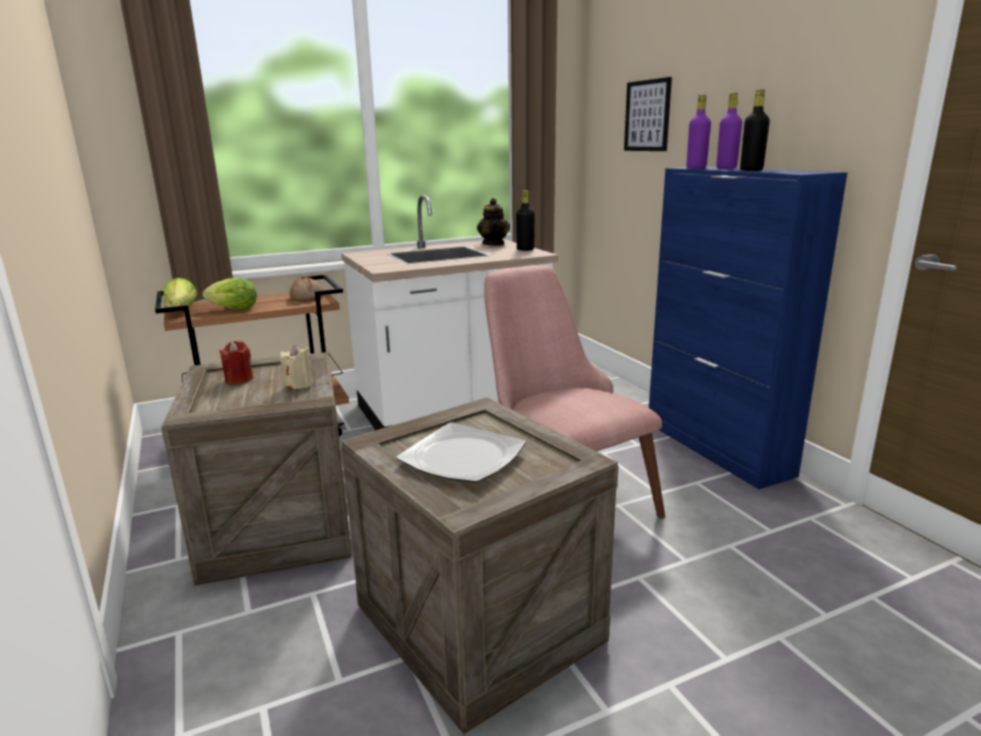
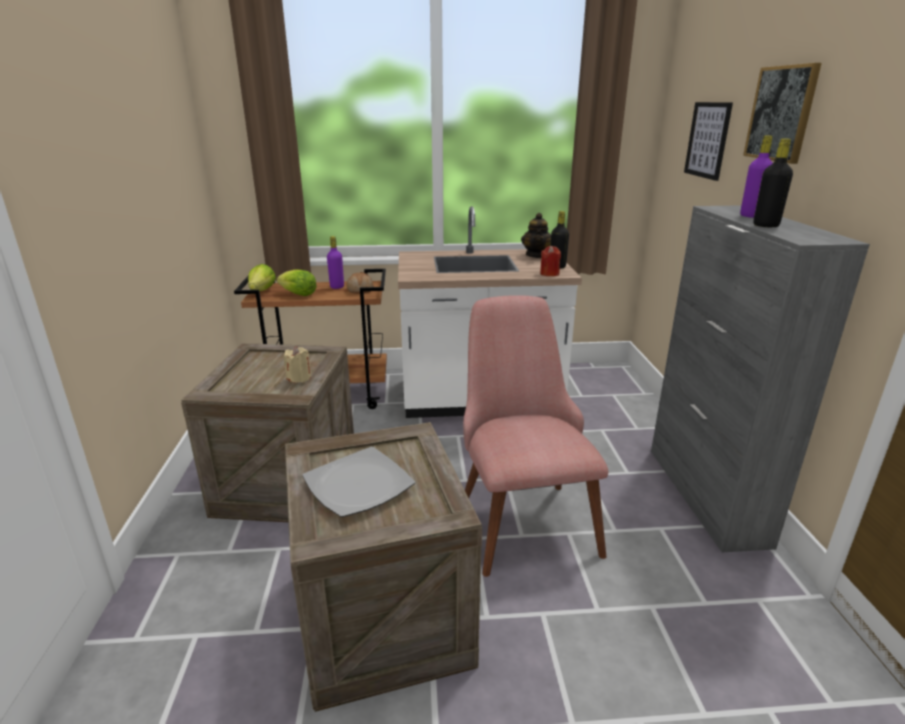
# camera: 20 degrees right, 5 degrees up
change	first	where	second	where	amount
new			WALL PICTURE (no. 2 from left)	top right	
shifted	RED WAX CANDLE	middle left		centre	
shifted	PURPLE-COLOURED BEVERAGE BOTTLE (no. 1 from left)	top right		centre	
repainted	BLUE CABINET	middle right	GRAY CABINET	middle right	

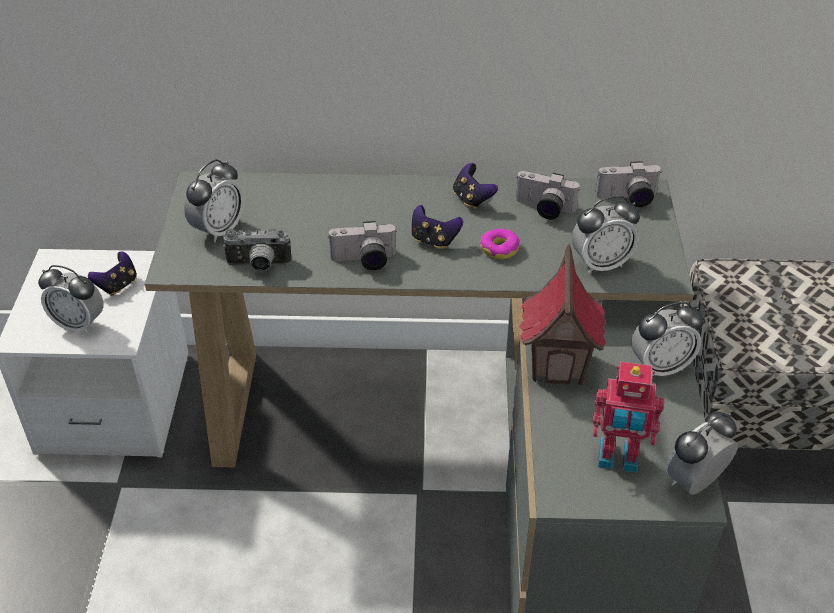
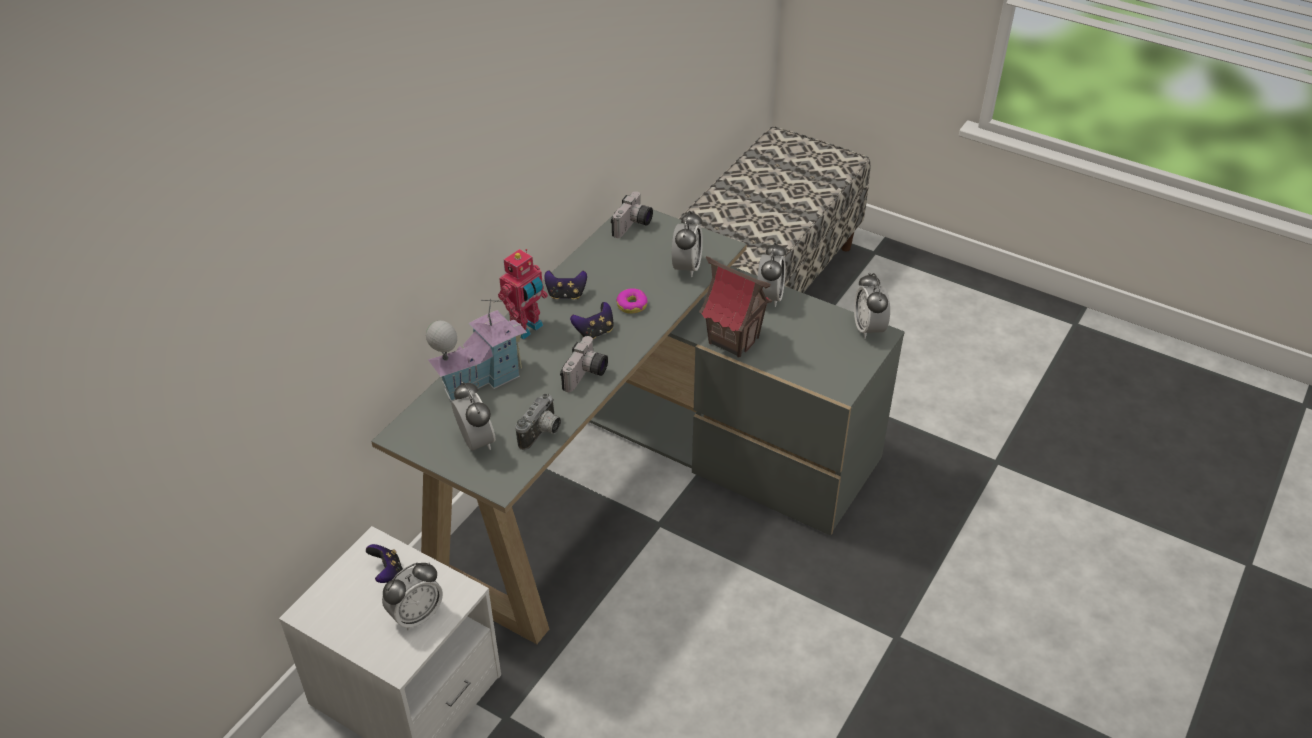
# camera: 60 degrees left, 0 degrees up
change	first	where	second	where	amount
gone	STILL CAMERA (no. 3 from left)	top centre			
new			MINIATURE HOUSE (no. 1 from left)	centre	
shifted	TOY ROBOT	bottom right		centre	

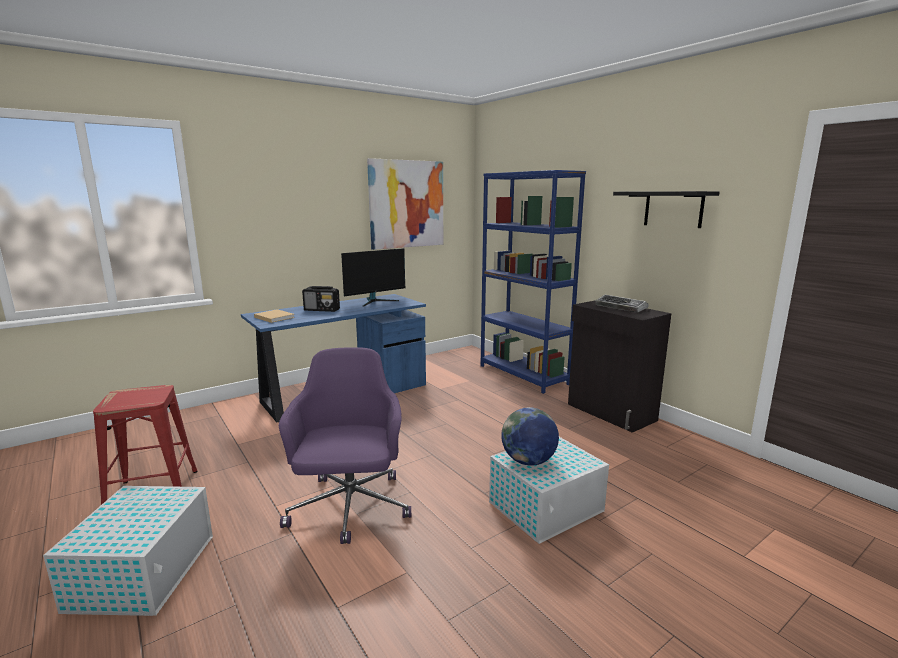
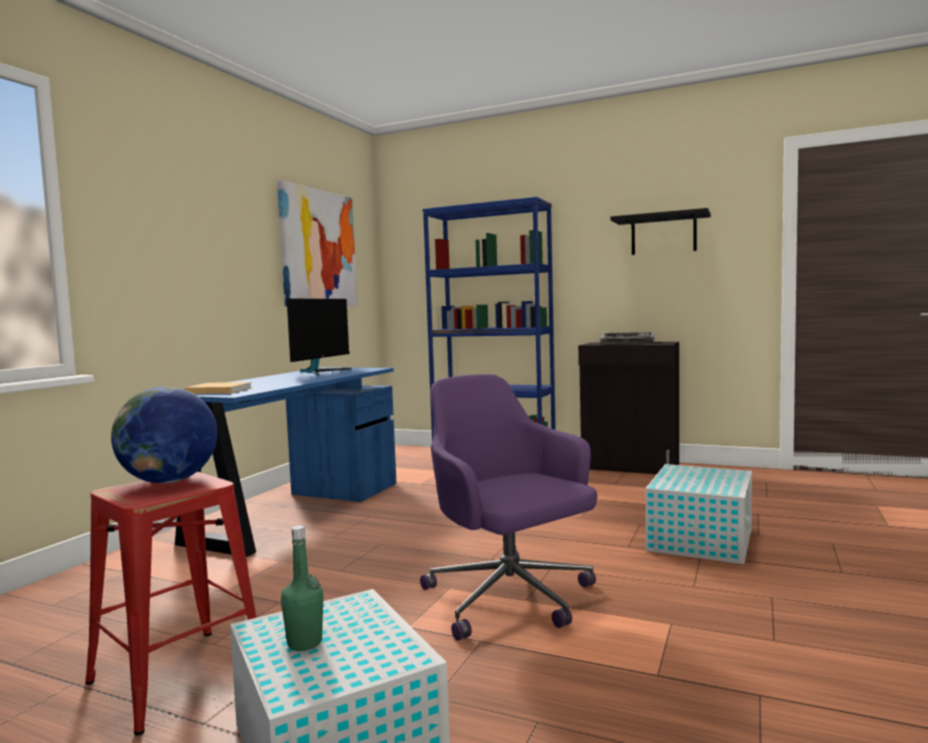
# camera: 30 degrees left, 10 degrees down
change	first	where	second	where	amount
gone	RADIO SET	centre			
new			GREENISH BEVERAGE BOTTLE	bottom left	
shifted	DESK GLOBE	centre		middle left	

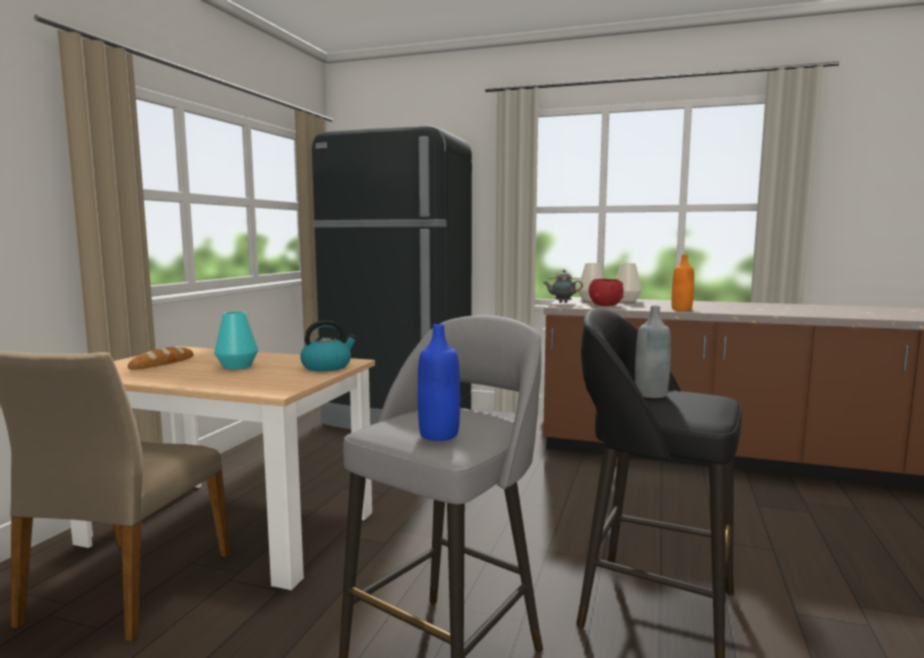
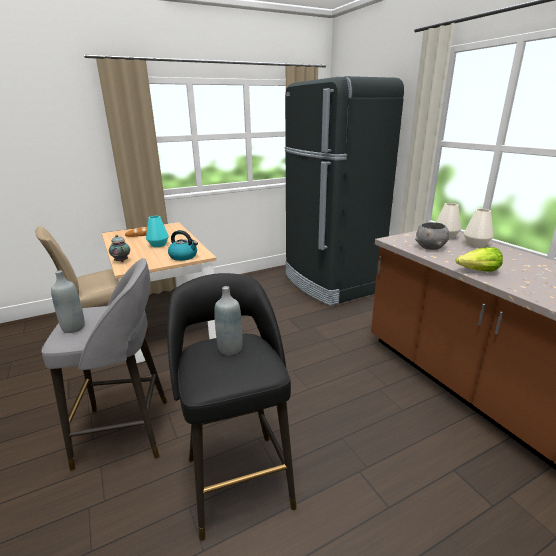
# camera: 45 degrees right, 15 degrees up
change	first	where	second	where	amount
shifted	TEA POT	centre		middle left	
swapped	ORANGEY BEVERAGE BOTTLE	middle right	LETTUCE	middle right	
repainted	BLUE BEVERAGE BOTTLE	centre	GRAY BEVERAGE BOTTLE (no. 1 from left)	middle left	
repainted	RED BOWL	centre	GRAY BOWL	middle right	

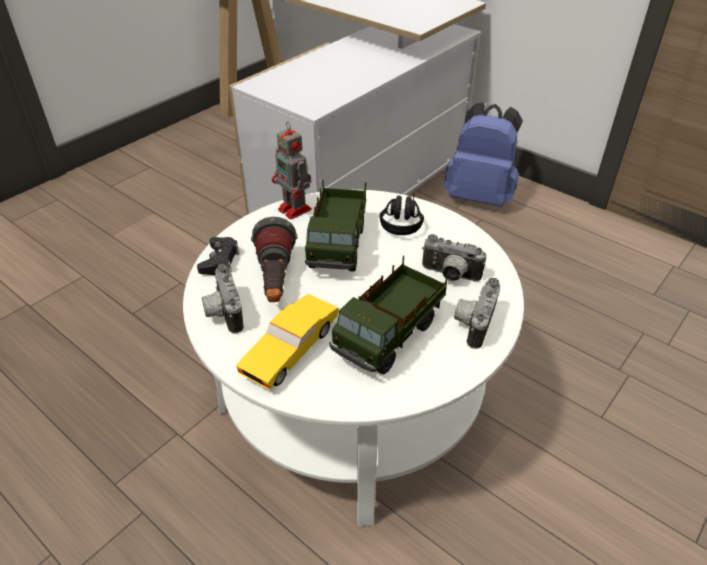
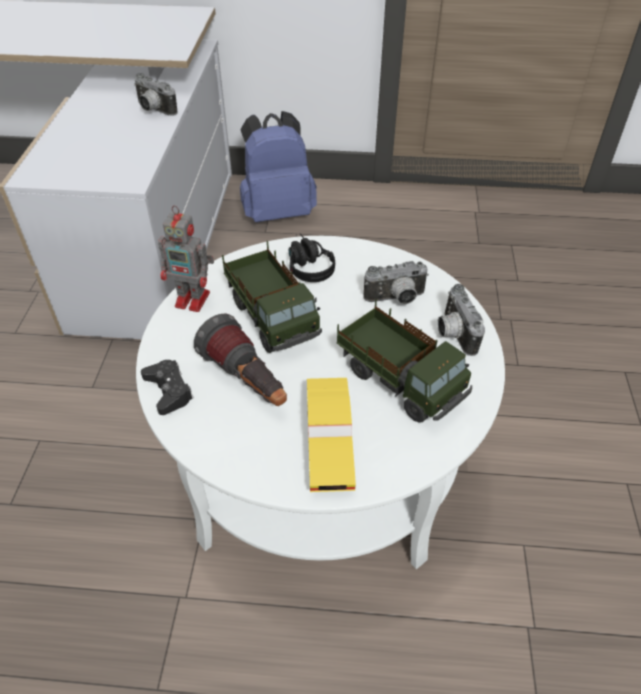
# camera: 35 degrees left, 5 degrees up
change	first	where	second	where	amount
shifted	STILL CAMERA (no. 1 from left)	middle left		top left	
rotated	TOY TRUCK (no. 2 from left)	centre		centre	45 degrees counterclockwise

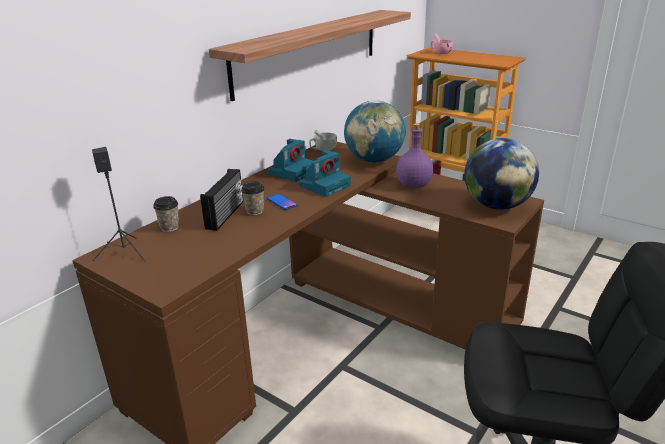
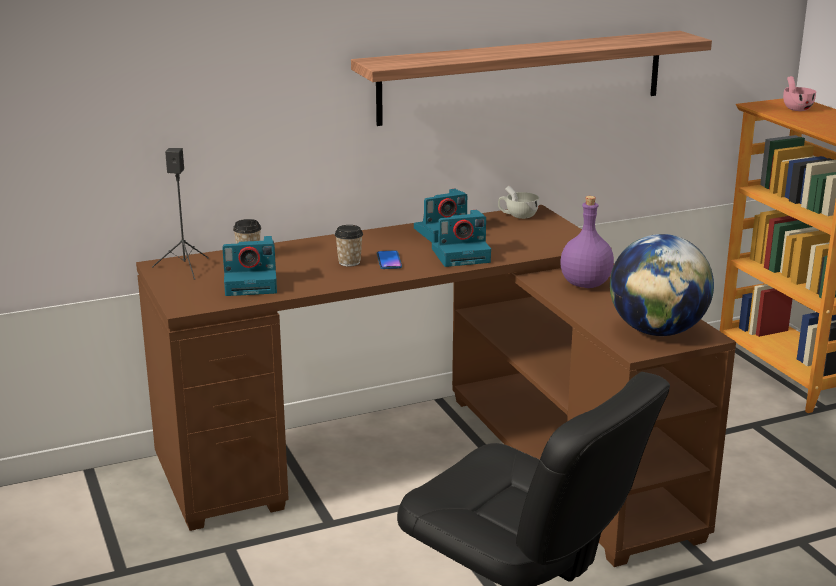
# camera: 30 degrees right, 5 degrees down
change	first	where	second	where	amount
gone	RADIO SET	centre			
gone	DESK GLOBE (no. 1 from left)	top centre			
new			STILL CAMERA (no. 1 from left)	middle left	

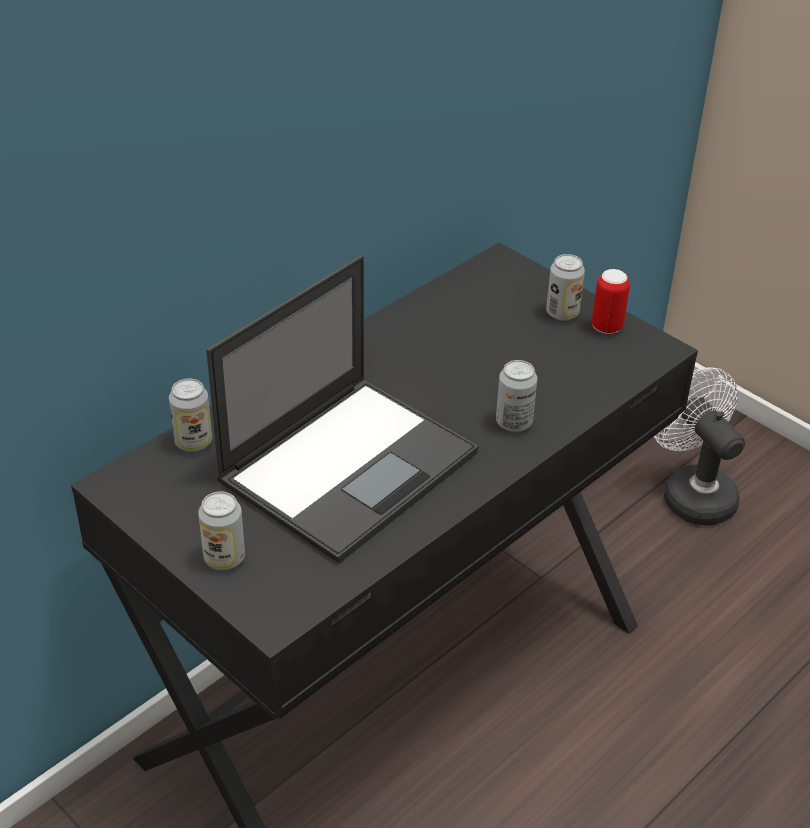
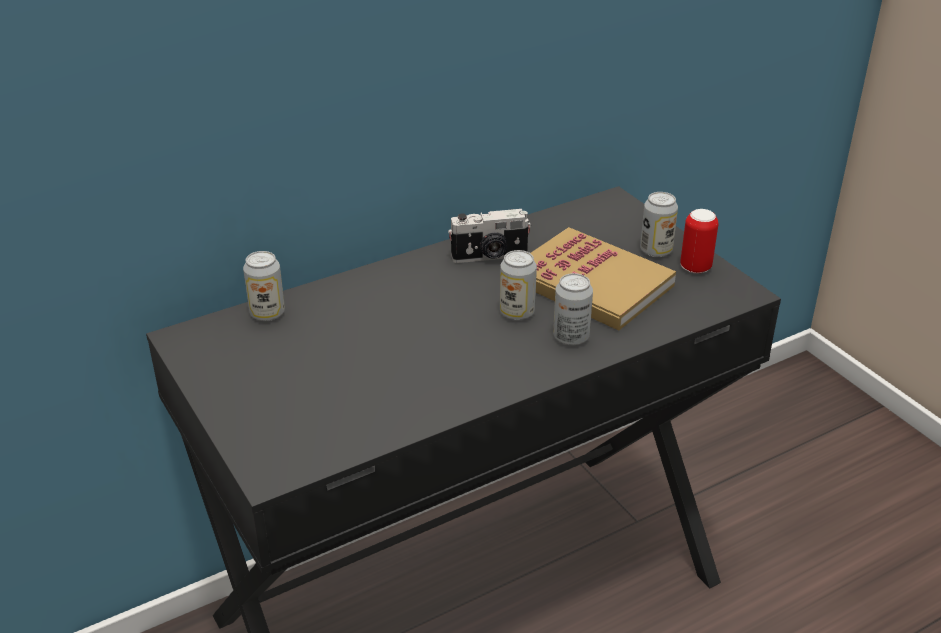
# camera: 15 degrees right, 5 degrees down
change	first	where	second	where	amount
gone	LAPTOP	centre			
gone	WHITE-COLOURED COOLING FAN	middle right			
new			STILL CAMERA	centre	
new			BOUND BOOK	centre	
shifted	CAN (no. 2 from left)	middle left		centre	

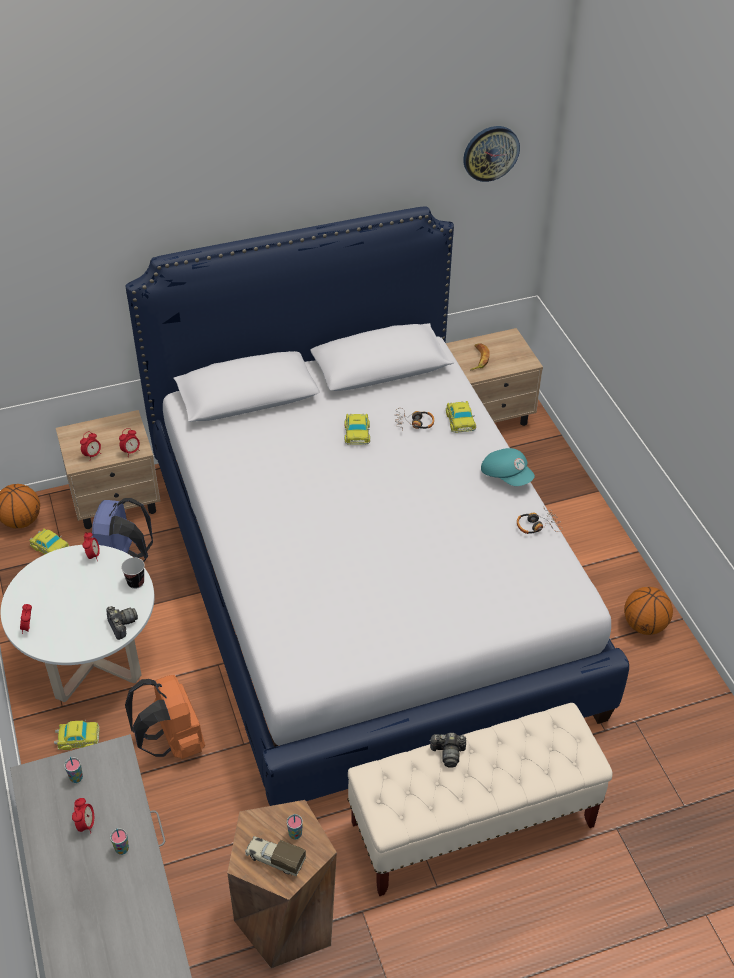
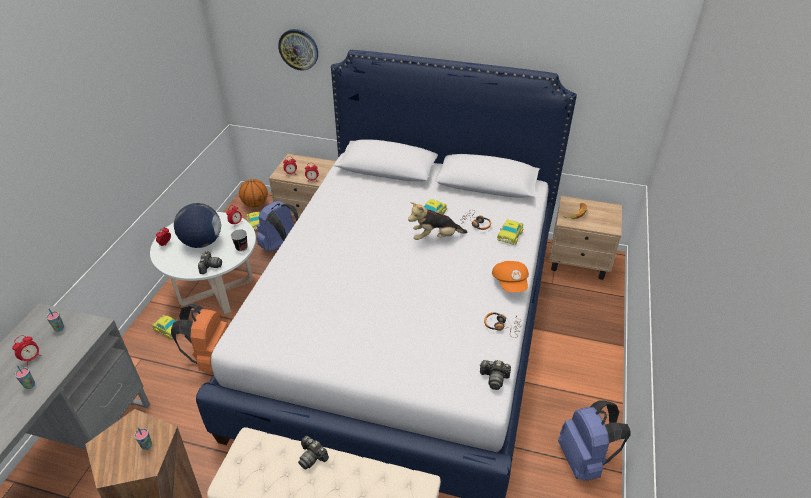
# camera: 35 degrees right, 5 degrees down
change	first	where	second	where	amount
gone	TOY TRUCK	bottom centre			
new			DESK GLOBE	middle left	
new			SOFT TOY	centre	
new			STILL CAMERA (no. 3 from left)	bottom centre	
shifted	HANGING CLOCK	top right		top centre	
swapped	BALL FOR BASKETBALL (no. 2 from left)	middle right	BLUE KNAPSACK (no. 2 from left)	bottom right	
repainted	TURQUOISE-COLOURED BASEBALL CAP	middle right	ORANGEY BASEBALL CAP	centre	

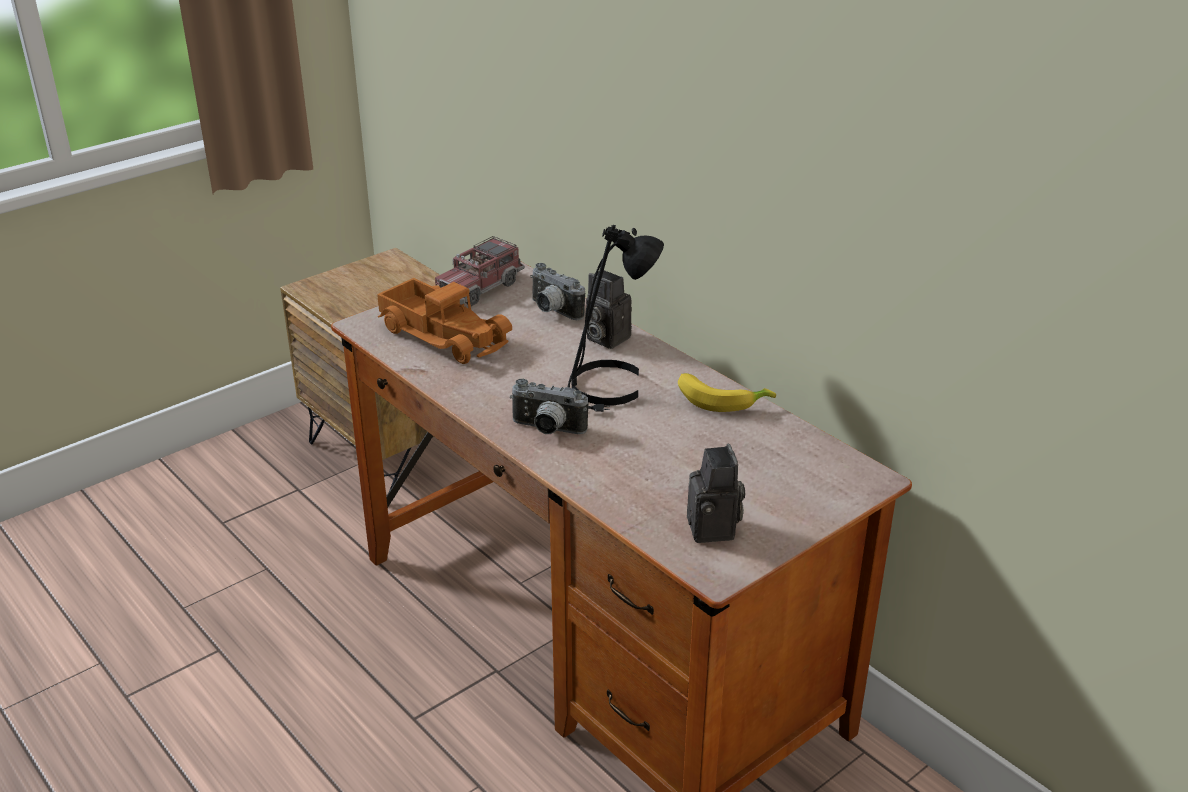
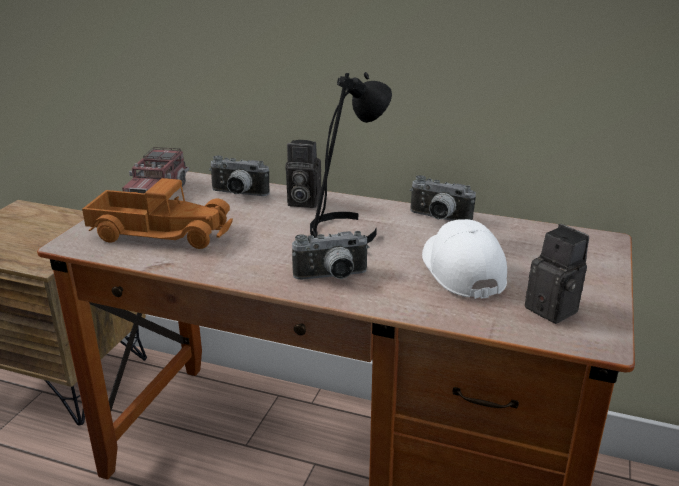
# camera: 30 degrees left, 5 degrees down
change	first	where	second	where	amount
new			WHITE-COLOURED BASEBALL CAP	middle right	
swapped	WHOLE BANANA	centre	STILL CAMERA (no. 4 from left)	centre	

